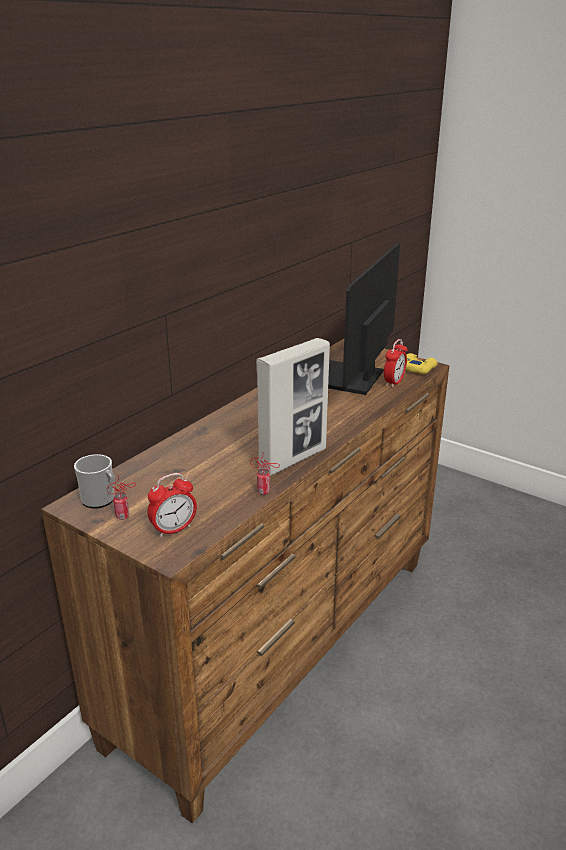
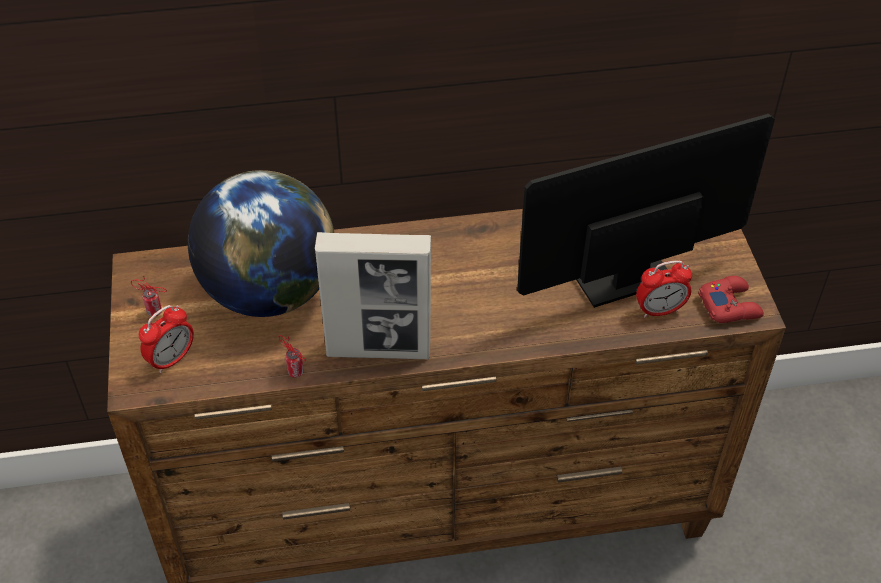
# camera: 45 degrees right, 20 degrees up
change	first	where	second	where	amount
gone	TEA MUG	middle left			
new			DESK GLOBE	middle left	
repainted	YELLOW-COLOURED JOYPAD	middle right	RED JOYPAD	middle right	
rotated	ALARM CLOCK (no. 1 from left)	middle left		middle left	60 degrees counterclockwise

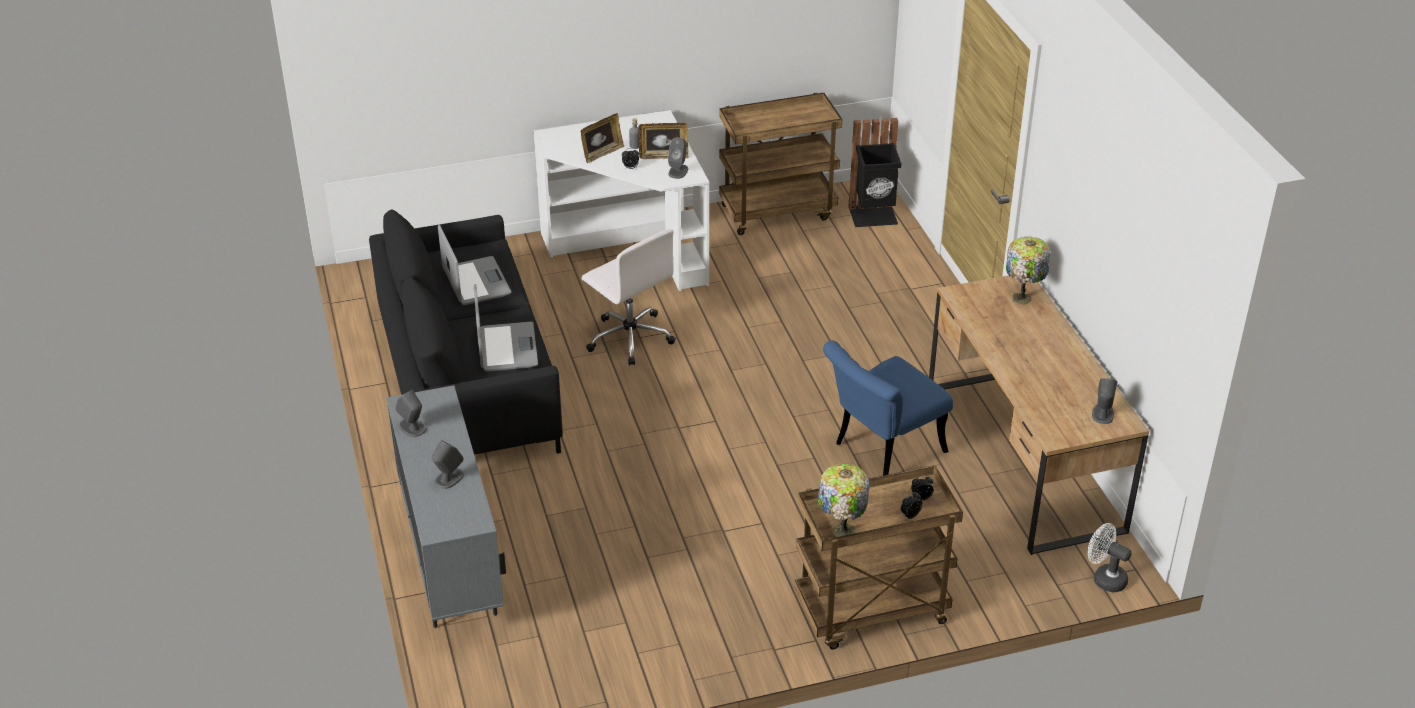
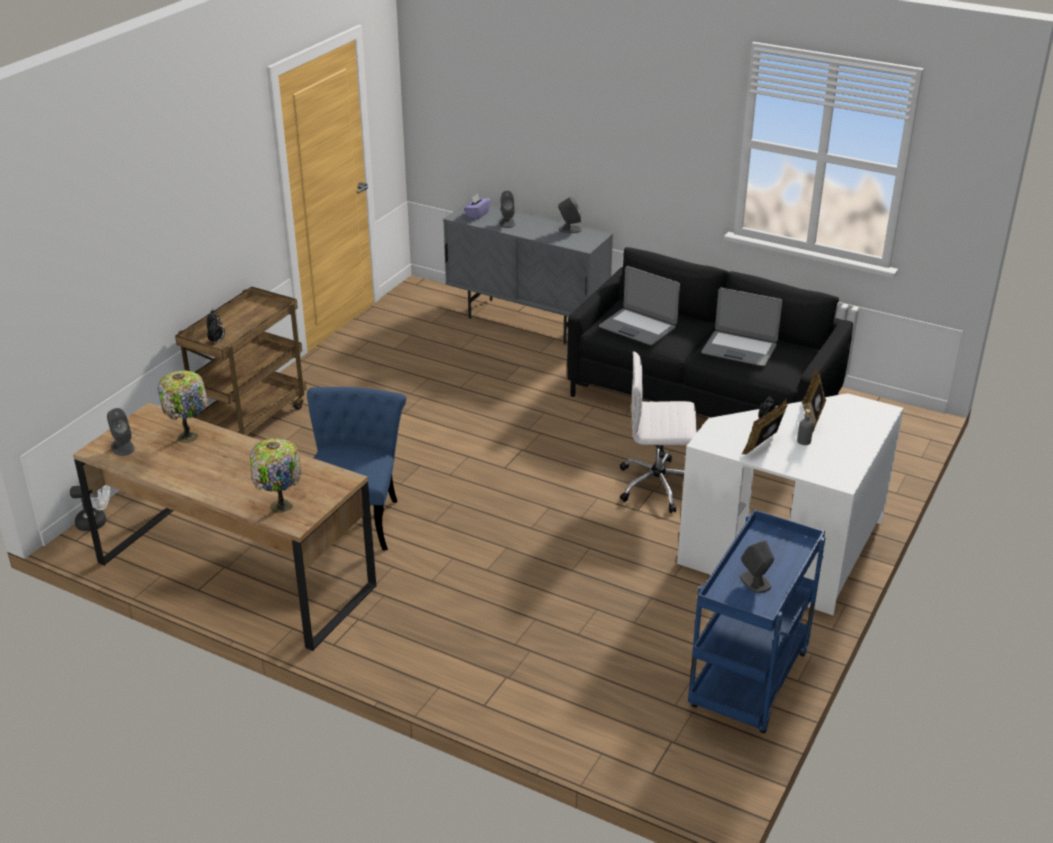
# camera: 135 degrees right, 5 degrees down
change	first	where	second	where	amount
gone	BLACK TRASH CAN	top centre			
new			PURPLE-COLOURED TISSUE BOX	top centre	
shifted	GRAY LOUDSPEAKER (no. 3 from left in the first image)	top centre	GRAY LOUDSPEAKER (no. 4 from left)	bottom right	
shifted	TABLE LAMP (no. 1 from left)	bottom centre		middle left	
repainted	BROWN CART (no. 1 from left)	top centre	BLUE CART	bottom right	

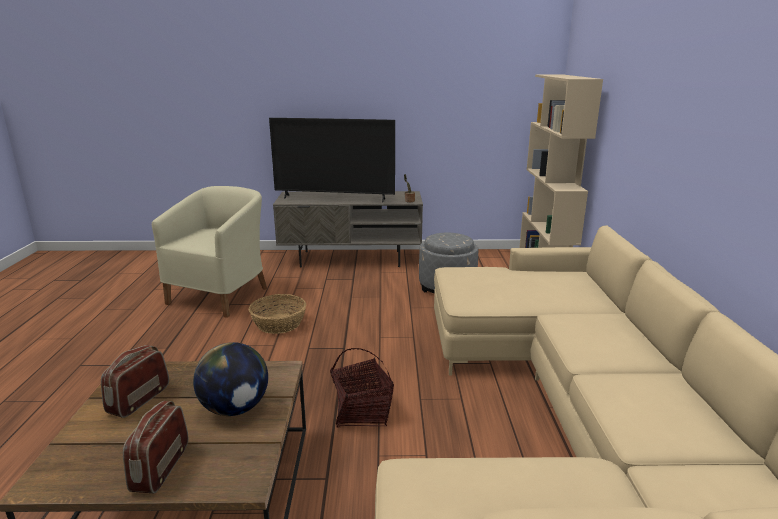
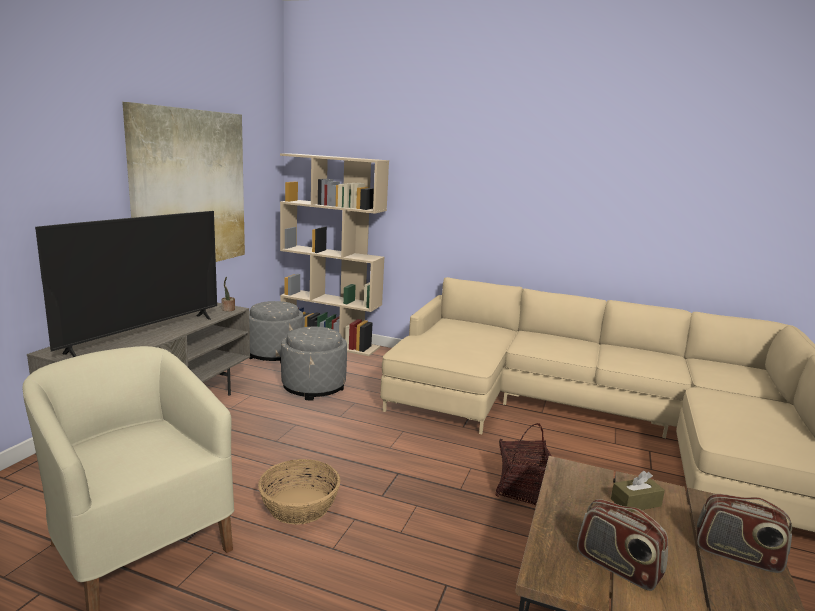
# camera: 70 degrees left, 5 degrees down
change	first	where	second	where	amount
new			WALL PICTURE	top left	
new			GRAY OTTOMAN (no. 1 from left)	centre	
swapped	DESK GLOBE	bottom left	BROWN TISSUE BOX	bottom right	

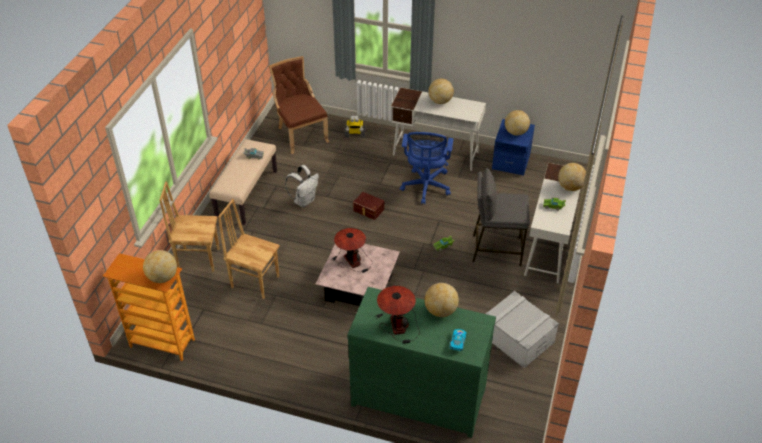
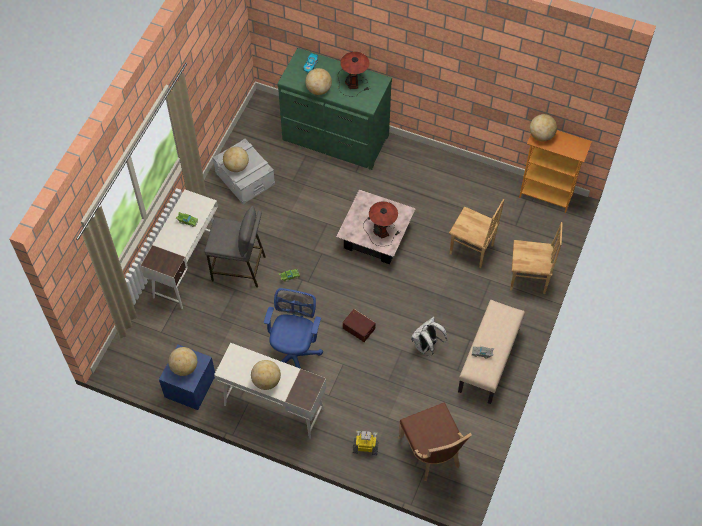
# camera: 175 degrees left, 15 degrees up
change	first	where	second	where	amount
shifted	DESK GLOBE (no. 5 from left in the first image)	middle right	DESK GLOBE (no. 2 from left)	top centre	

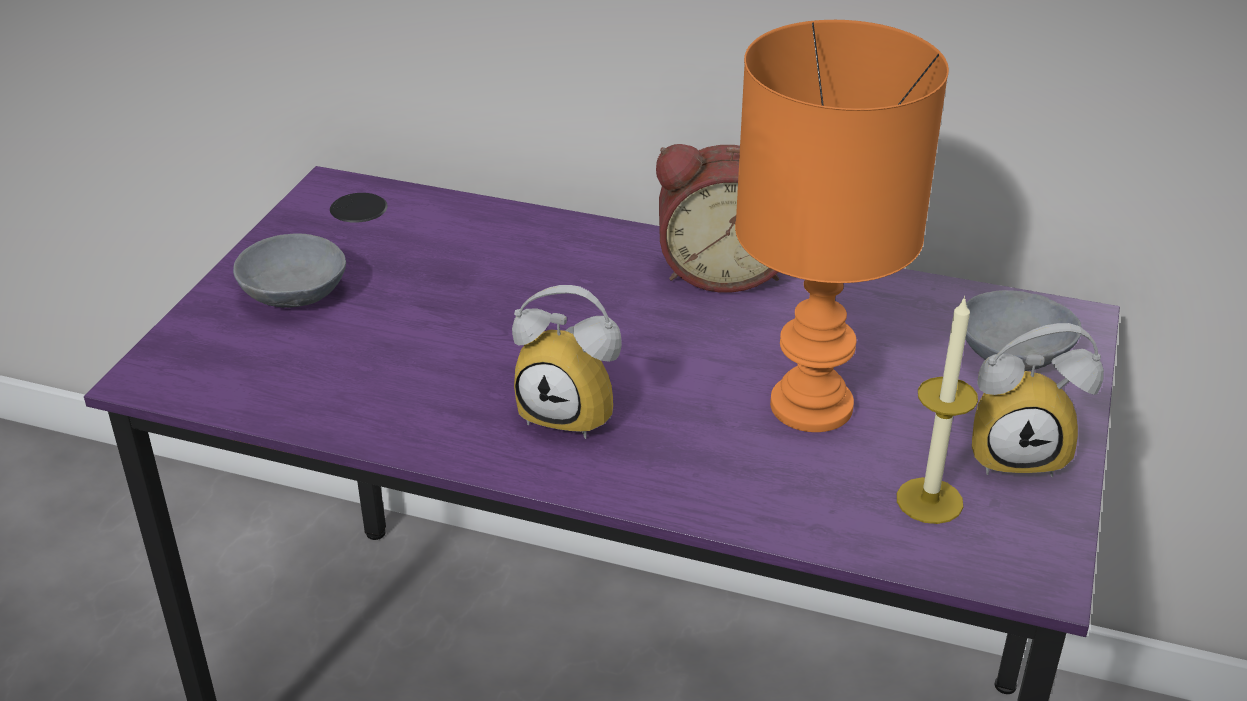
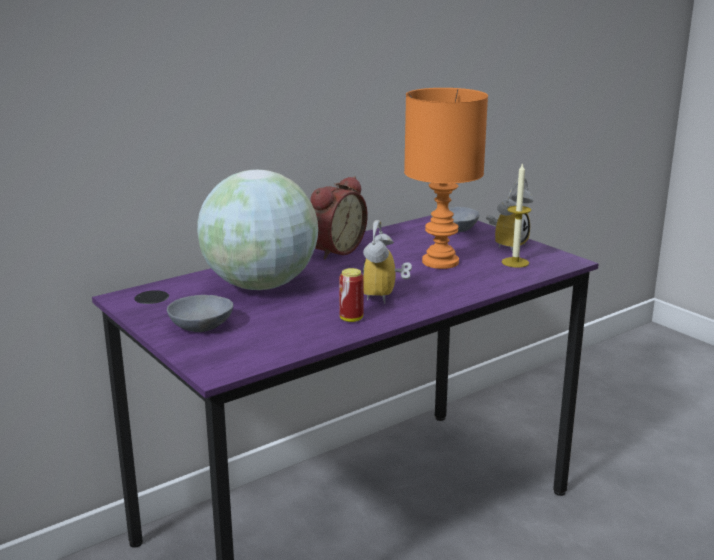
# camera: 55 degrees left, 15 degrees down
change	first	where	second	where	amount
new			DESK GLOBE	centre	
new			CAN	centre	
rotated	ALARM CLOCK (no. 1 from left in the first image)	centre	ALARM CLOCK (no. 2 from left)	centre	135 degrees clockwise

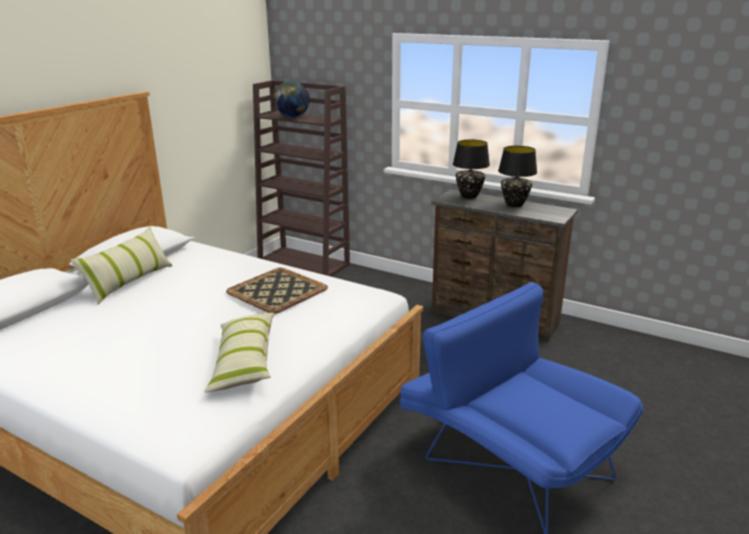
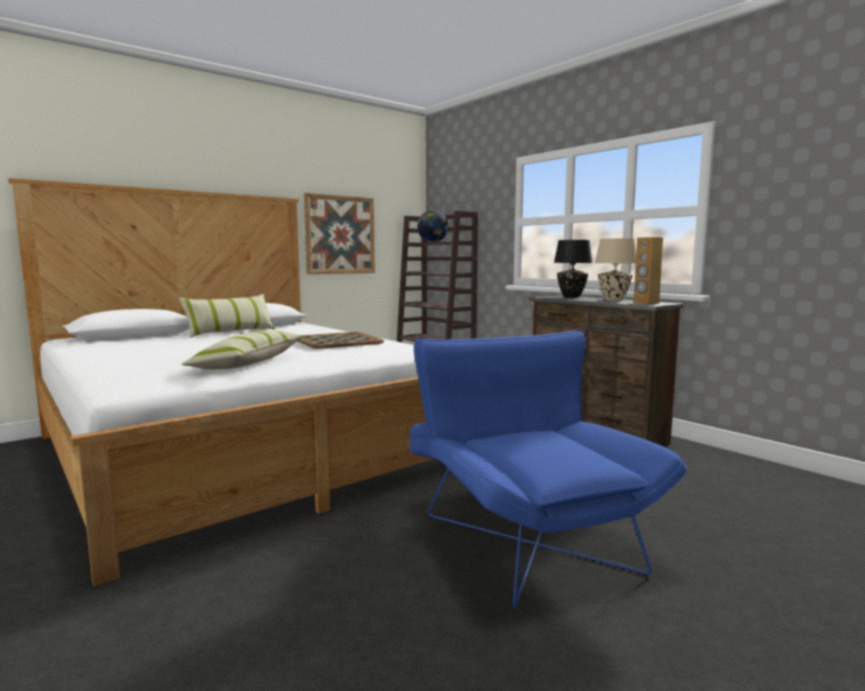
# camera: 20 degrees right, 15 degrees down
change	first	where	second	where	amount
new			WALL PICTURE	centre	
new			BROWN LOUDSPEAKER	middle right	
repainted	BLACK TABLE LAMP (no. 2 from left)	top right	SAND-COLOURED TABLE LAMP	middle right	

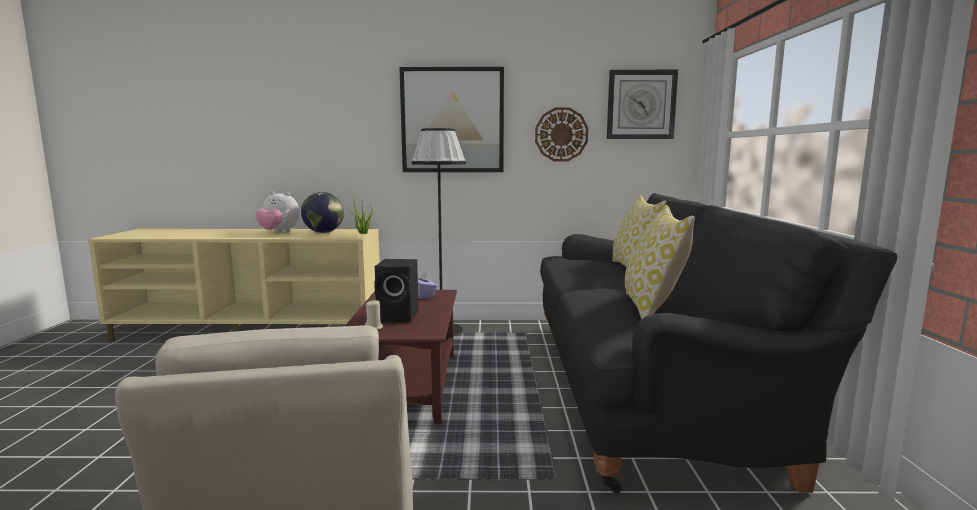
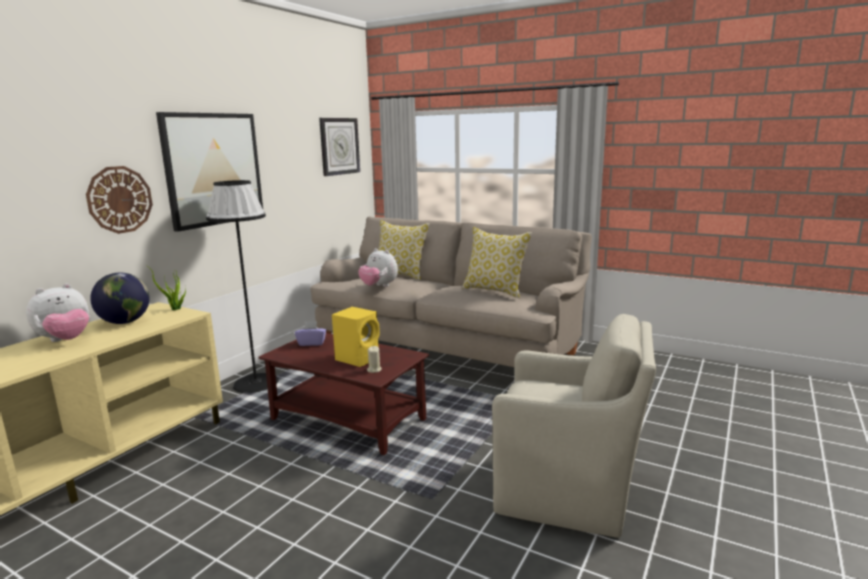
# camera: 60 degrees left, 5 degrees up
change	first	where	second	where	amount
new			SOFT TOY (no. 2 from left)	centre	
shifted	HANGING CLOCK (no. 1 from left)	top centre		middle left	
repainted	BLACK LOUDSPEAKER	centre	YELLOW-COLOURED LOUDSPEAKER	centre	
repainted	BLACK SOFA	bottom right	SAND-COLOURED SOFA	centre	

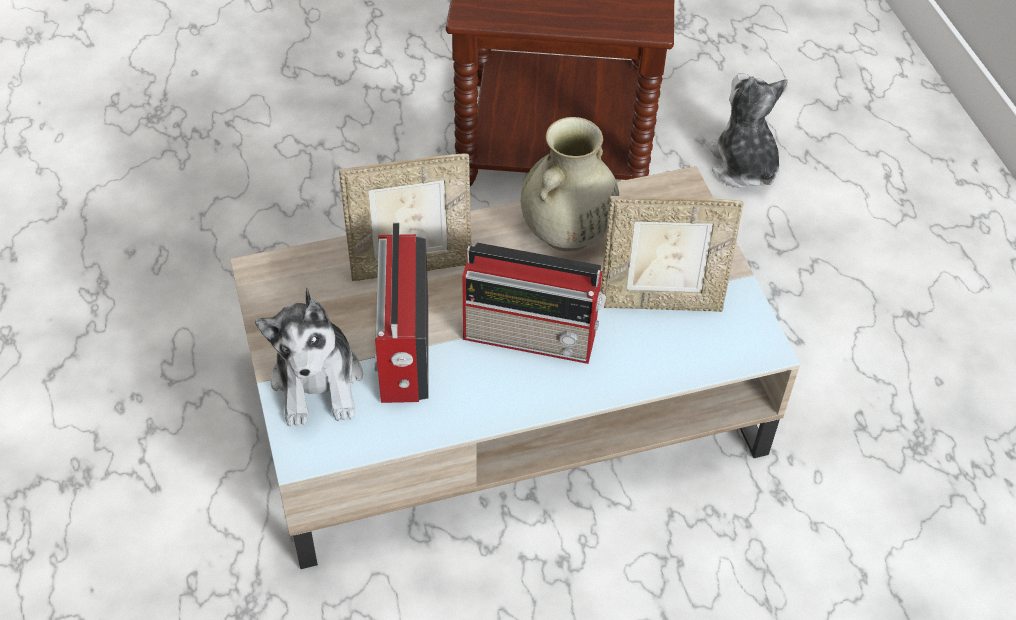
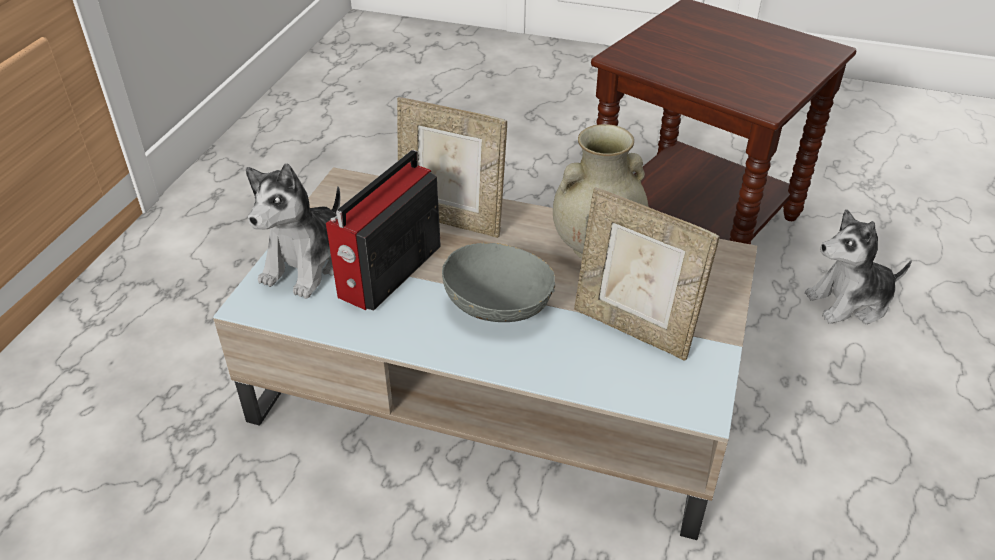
# camera: 35 degrees right, 10 degrees down
change	first	where	second	where	amount
swapped	RADIO SET (no. 2 from left)	centre	GRAY BOWL	centre	
rotated	SOFT TOY (no. 2 from left)	top right		middle right	120 degrees counterclockwise

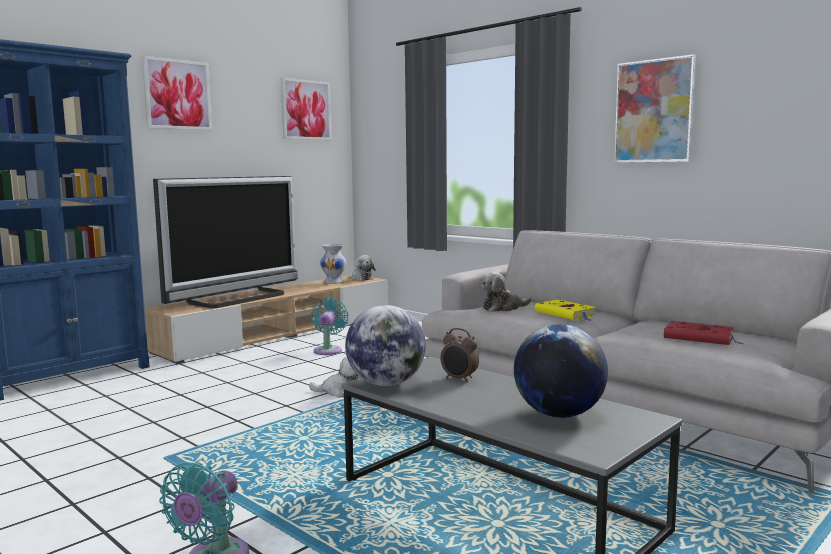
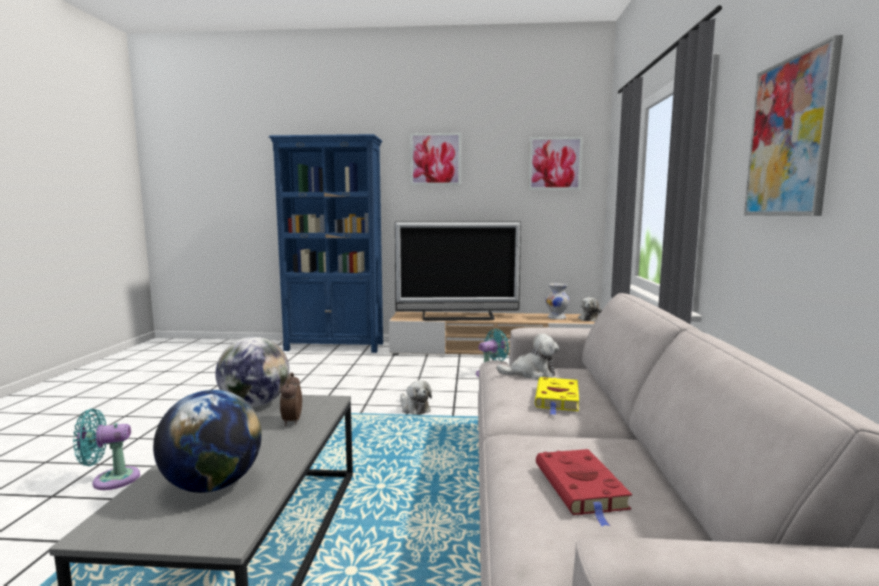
# camera: 50 degrees right, 0 degrees up
change	first	where	second	where	amount
rotated	SOFT TOY (no. 3 from left in the first image)	centre	SOFT TOY (no. 2 from left)	centre	150 degrees clockwise

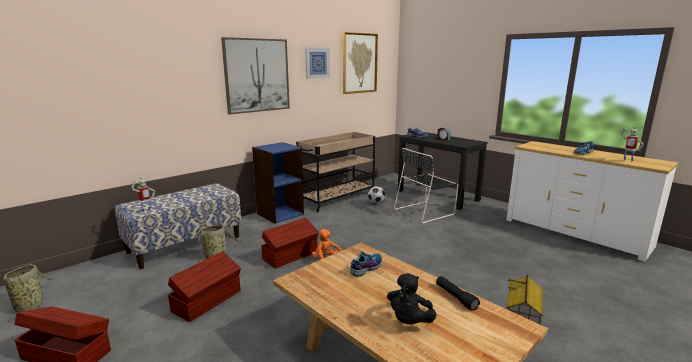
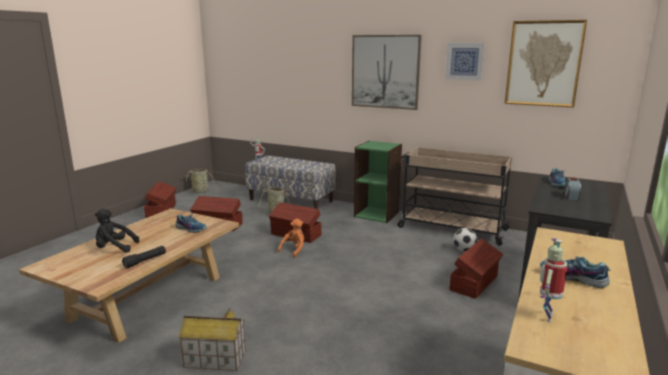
# camera: 70 degrees right, 0 degrees up
change	first	where	second	where	amount
swapped	BLACK PLAIN CHAIR	centre	BROWN STORAGE CONTAINER (no. 4 from left)	bottom right	
repainted	BLUE BOOKSHELF	centre	GREENISH BOOKSHELF	centre	

